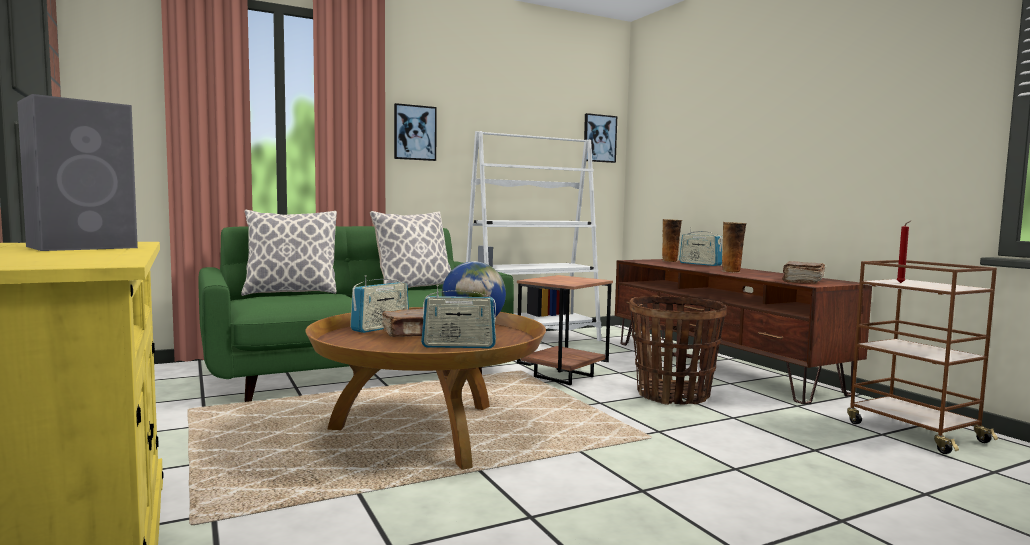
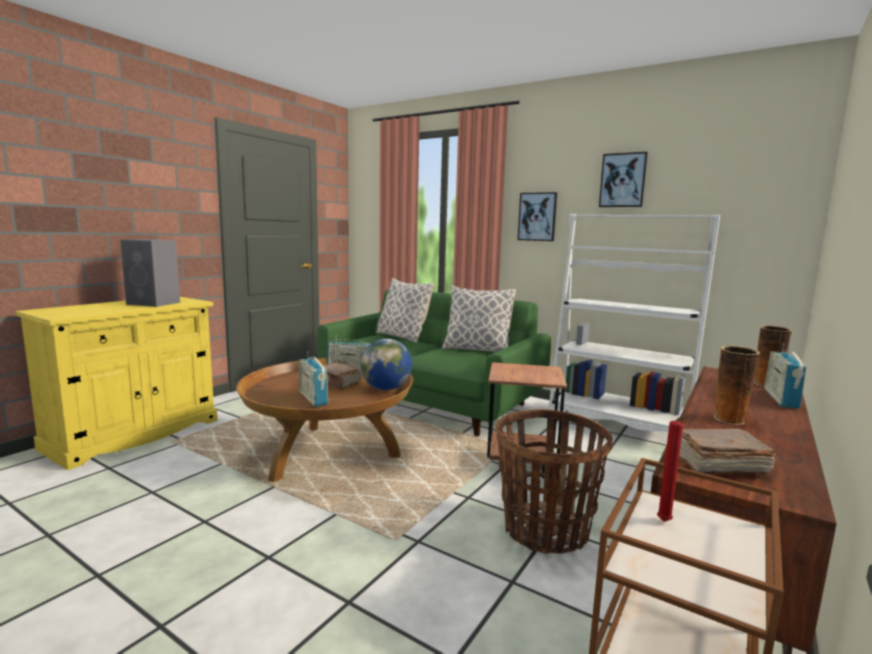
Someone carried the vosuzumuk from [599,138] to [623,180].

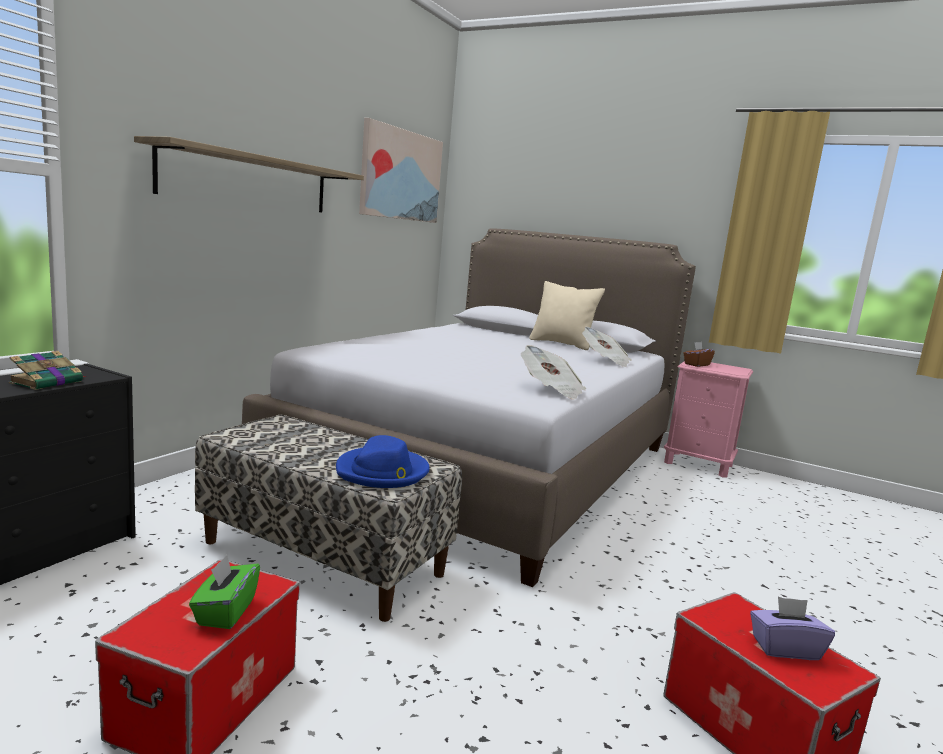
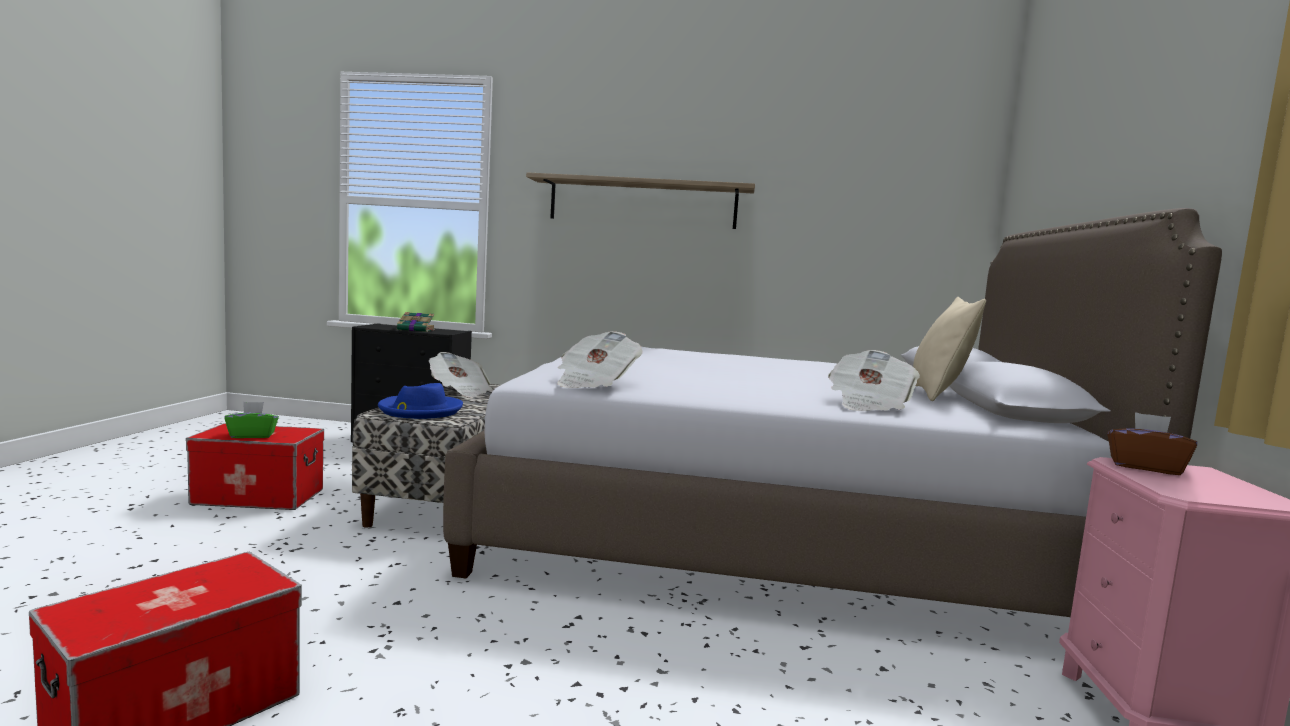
Someone took away the vosuzumuk at [401,175]. Someone took away the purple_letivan at [785,648]. Someone put down the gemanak at [460,392].

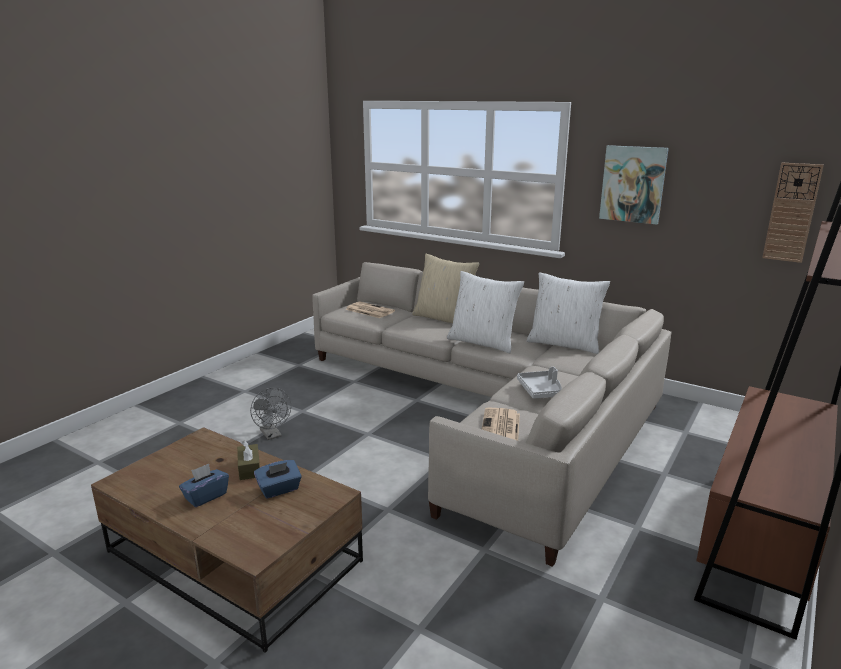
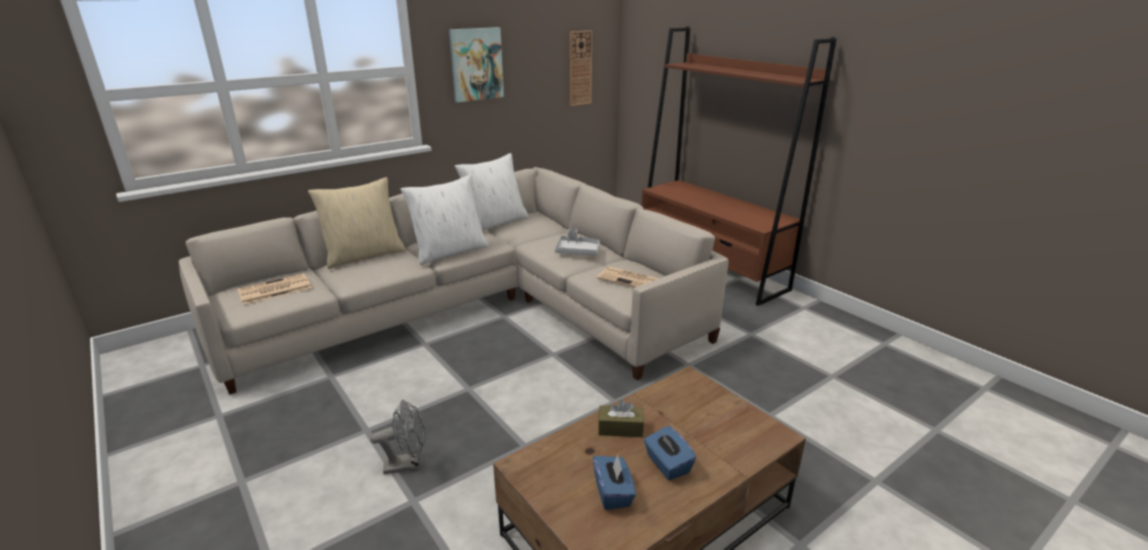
Someone carried the blue_letivan from [279,489] to [613,493].

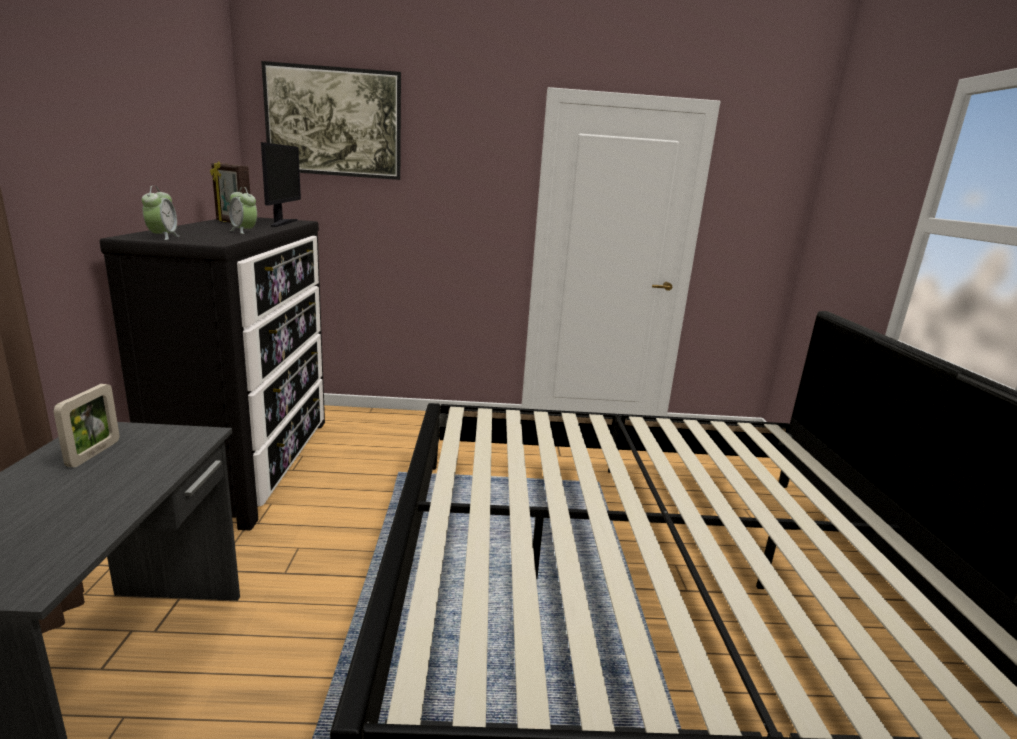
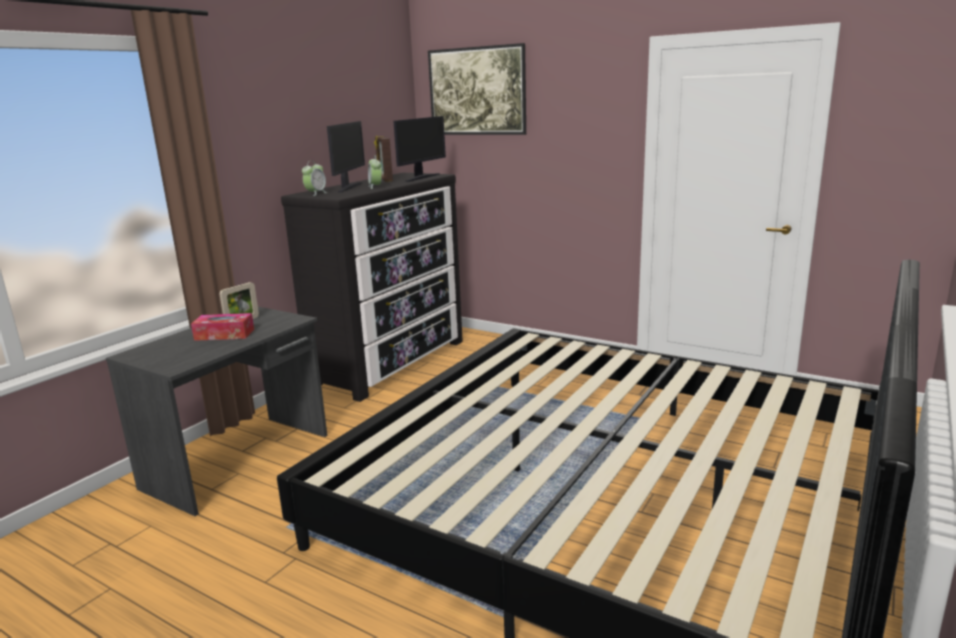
Someone put down the letivan at [224,334]. Someone put down the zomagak at [348,187].

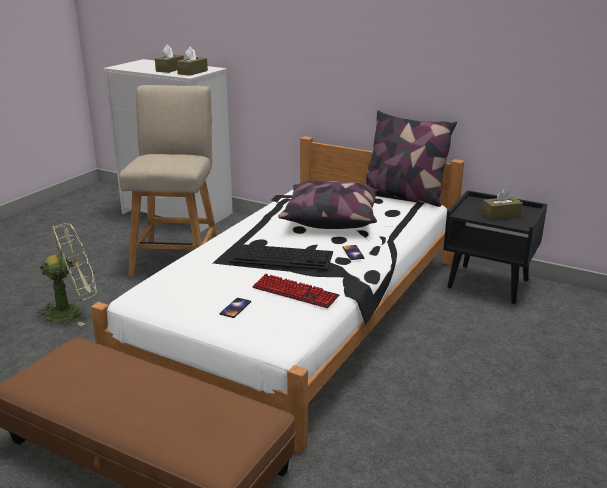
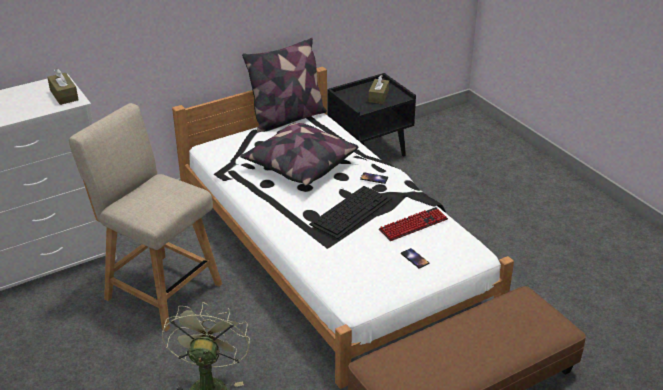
Someone took away the brown_letivan at [170,69].

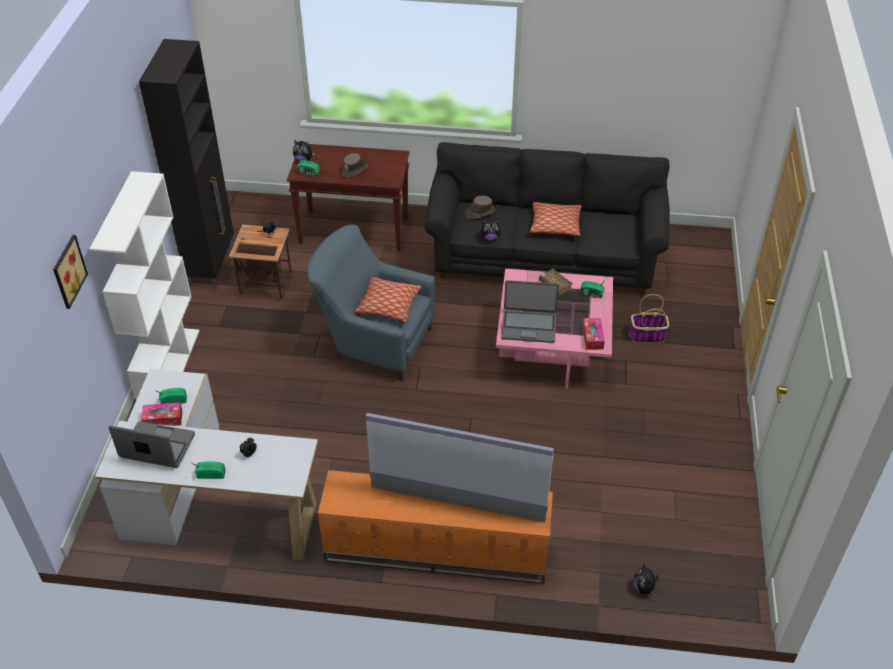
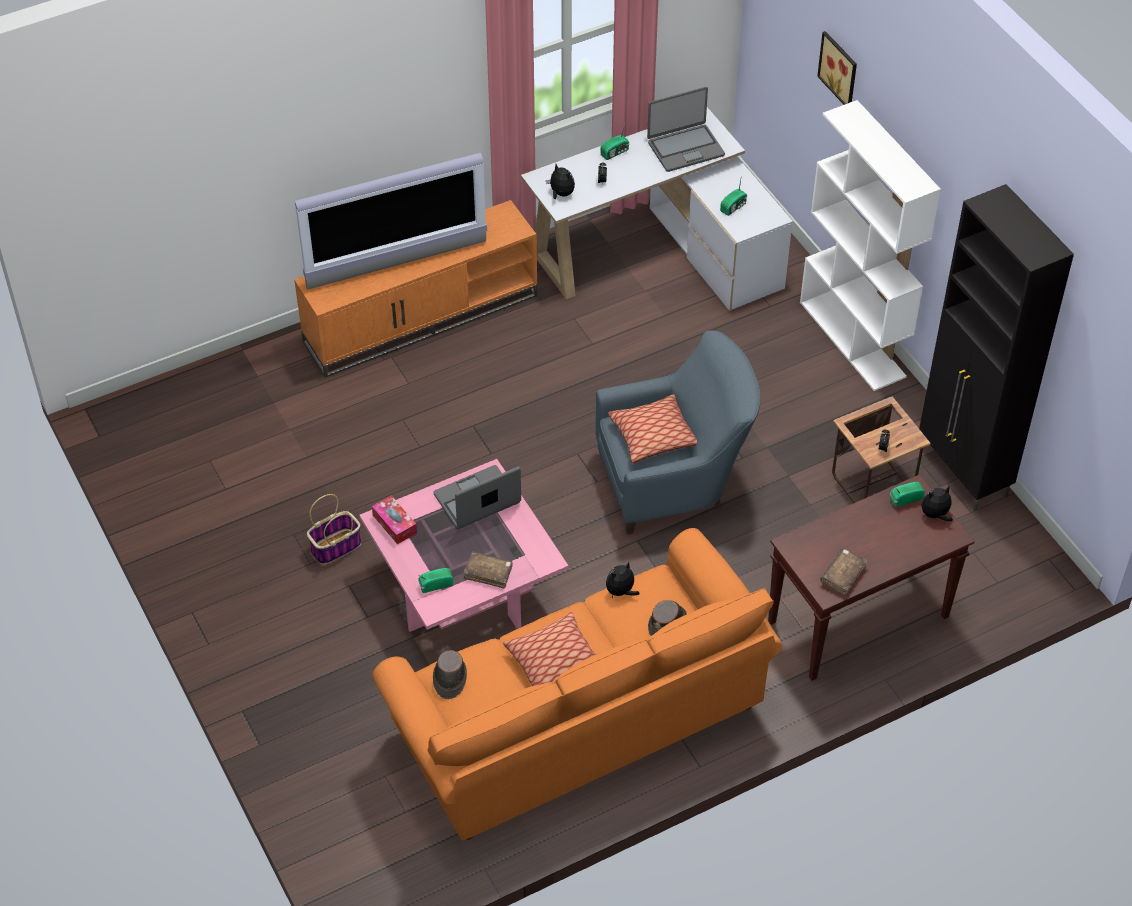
Someone took away the letivan at [163,419]. Someone put down the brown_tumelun at [843,575]. Someone carried the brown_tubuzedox from [355,170] to [449,679]. Someone carried the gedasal from [647,336] to [336,546]. Someone carried the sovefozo from [644,588] to [561,194]. Someone repainted the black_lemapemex at [544,257], which became the orange_lemapemex at [577,720].

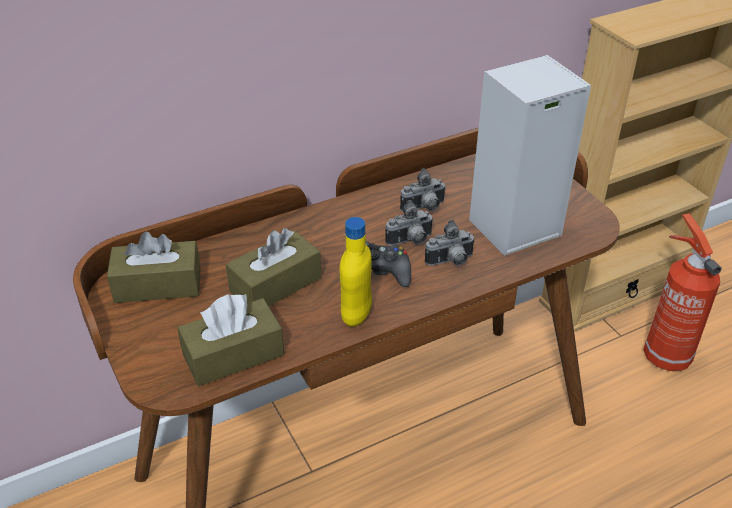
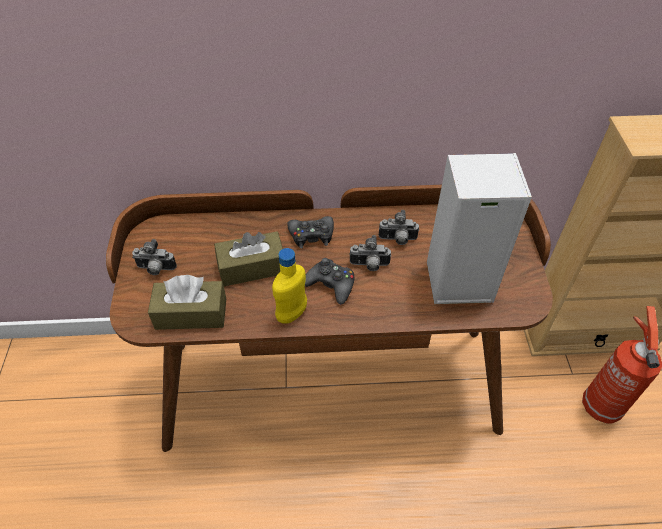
Someone took away the brown_letivan at [158,285]. Someone put down the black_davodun at [311,235]. Someone carried the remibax from [450,262] to [155,269].

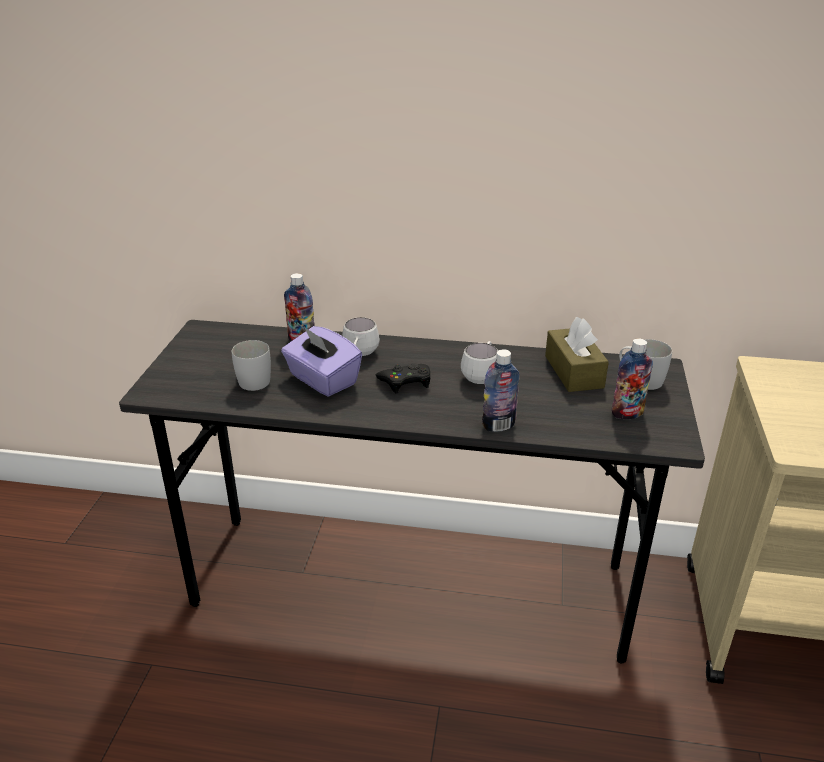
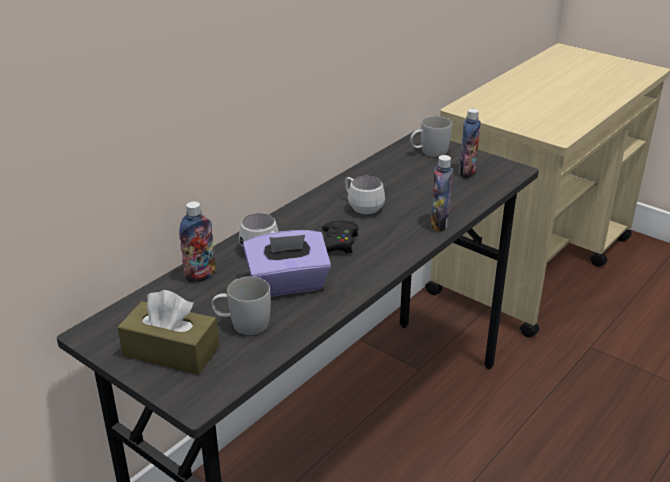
Someone carried the brown_letivan from [573,372] to [171,351].

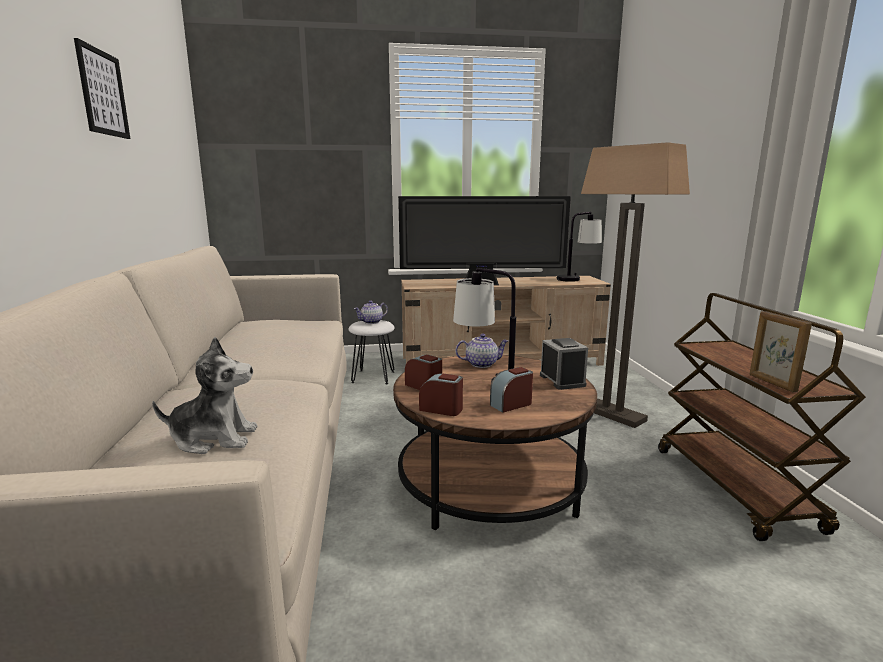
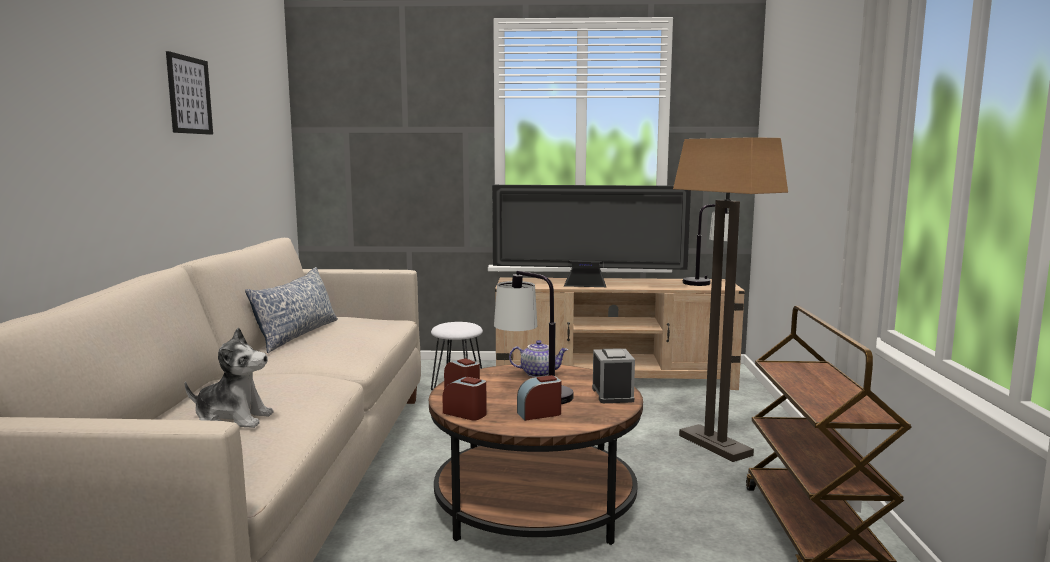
Someone took away the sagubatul at [371,322]. Someone took away the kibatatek at [772,383]. Someone put down the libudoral at [297,334].

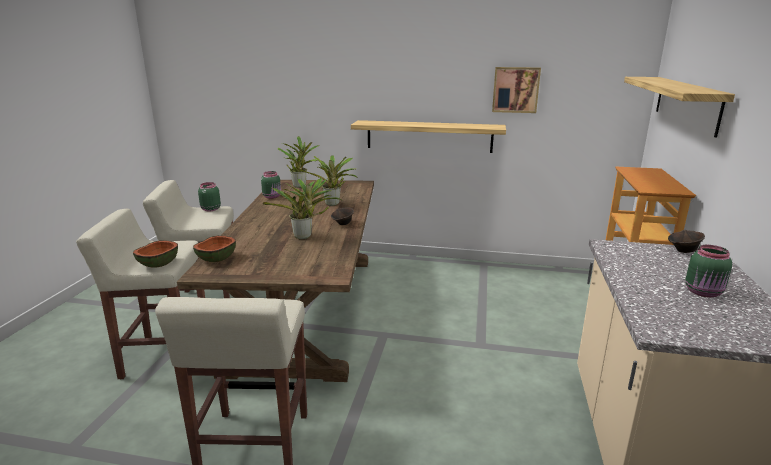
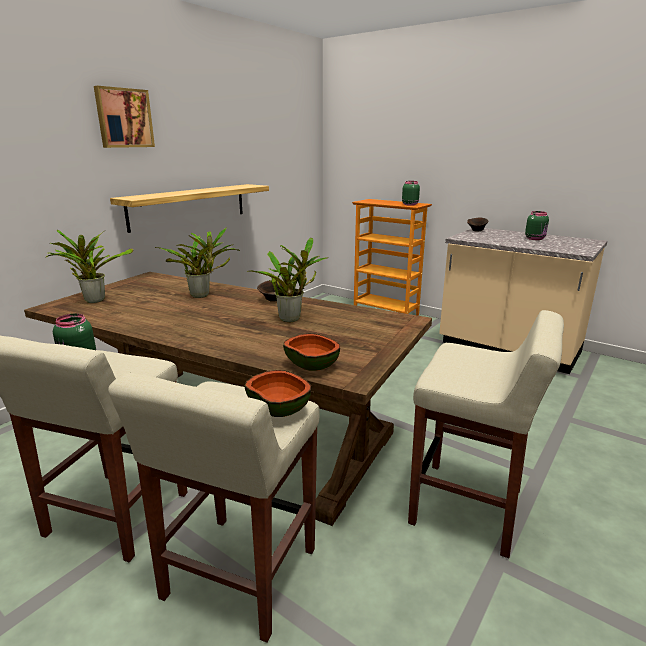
Someone took away the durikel at [686,103]. Someone carried the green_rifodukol from [272,197] to [410,204]. Someone carried the vosuzumuk from [515,89] to [124,118].

